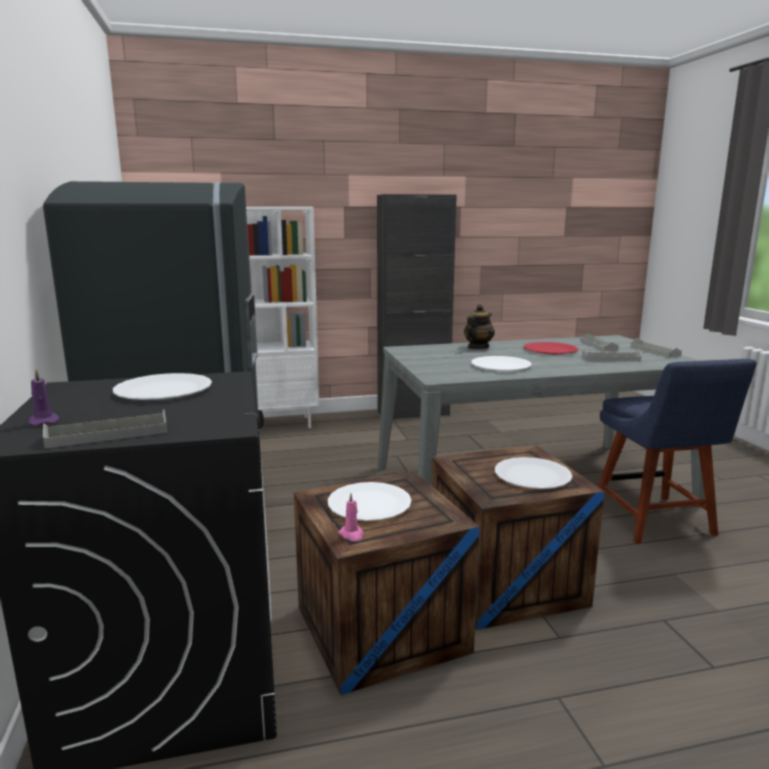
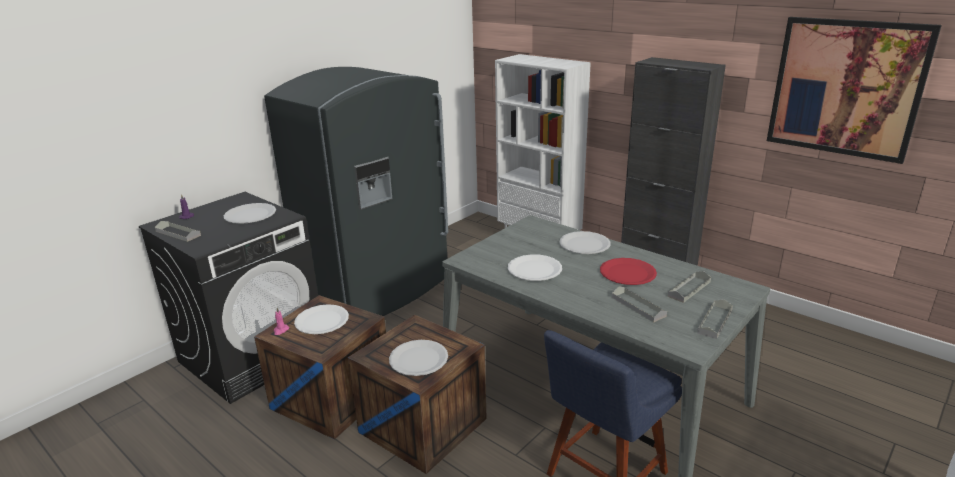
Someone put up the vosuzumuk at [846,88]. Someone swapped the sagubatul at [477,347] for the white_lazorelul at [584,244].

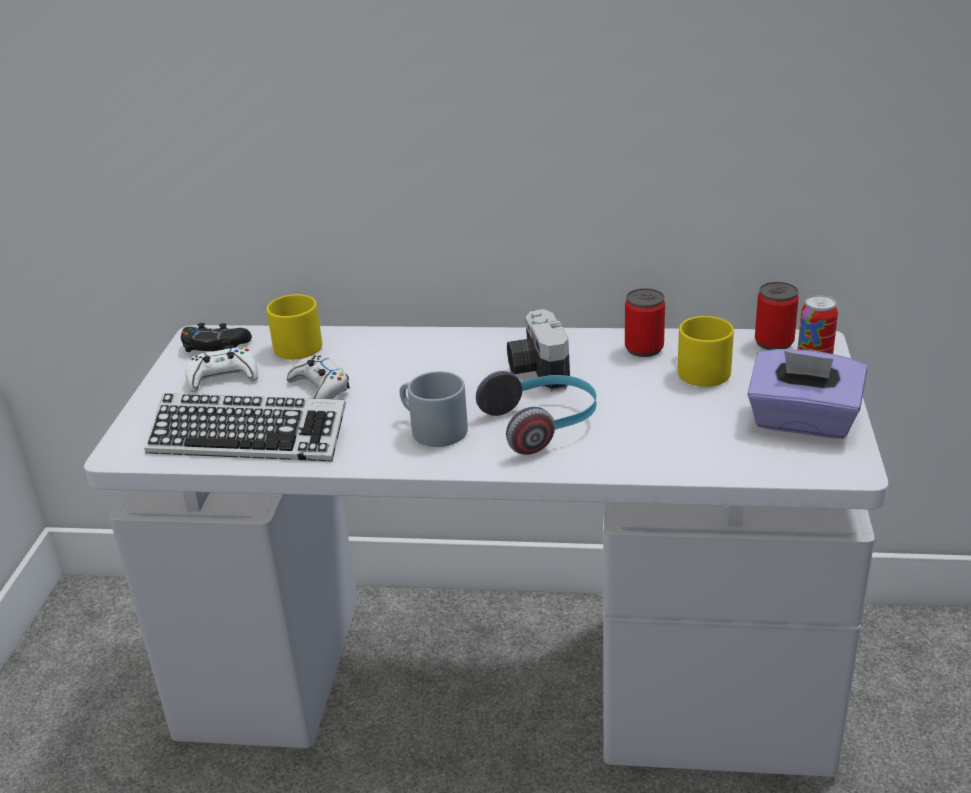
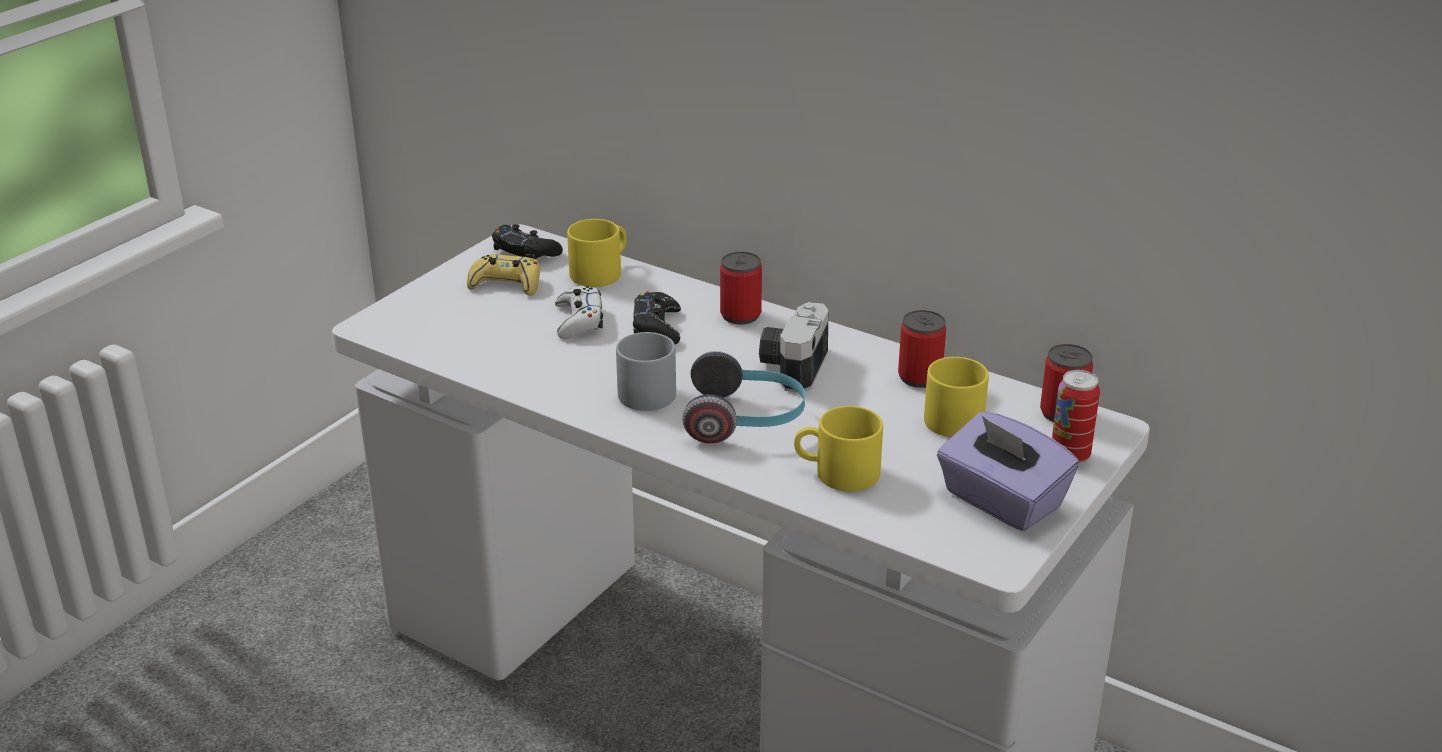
Someone took away the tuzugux at [248,438]. Someone put down the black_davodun at [657,327]. Someone put down the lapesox at [740,315]. Someone put down the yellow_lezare at [836,473]. Someone repainted the white_davodun at [223,378], which became the yellow_davodun at [506,284].

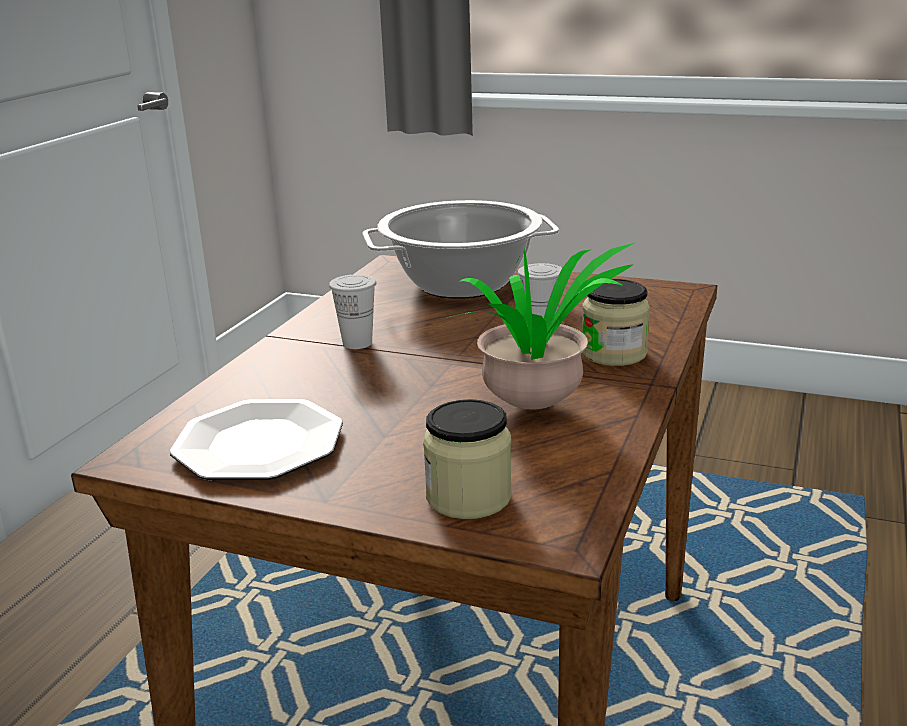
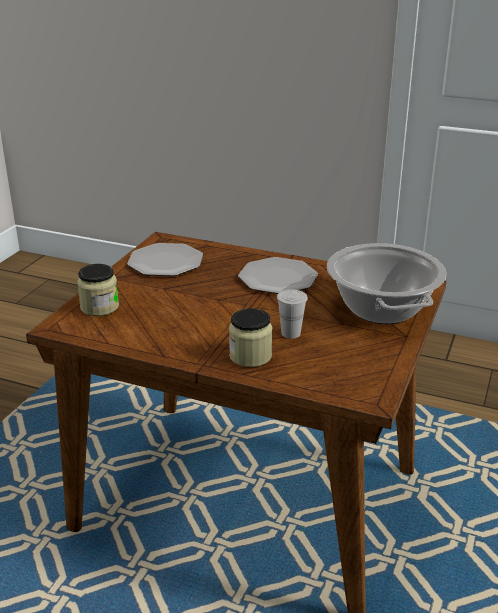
Someone took away the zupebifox at [539,408]. Someone swapped the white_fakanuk at [357,343] for the lazorelul at [278,278].

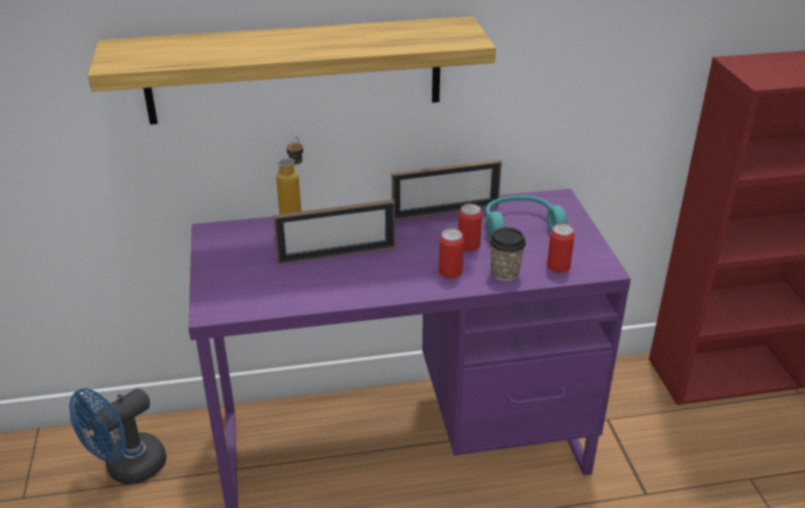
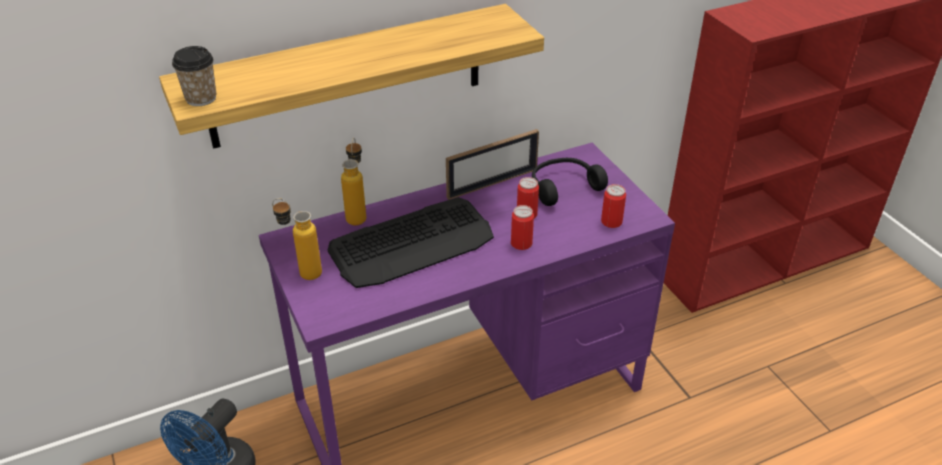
Someone put down the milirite at [302,272]. Someone carried the fakanuk from [505,273] to [201,98]. Someone swapped the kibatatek at [337,255] for the tuzugux at [412,244]. Someone repainted the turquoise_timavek at [520,225], which became the black_timavek at [563,187].

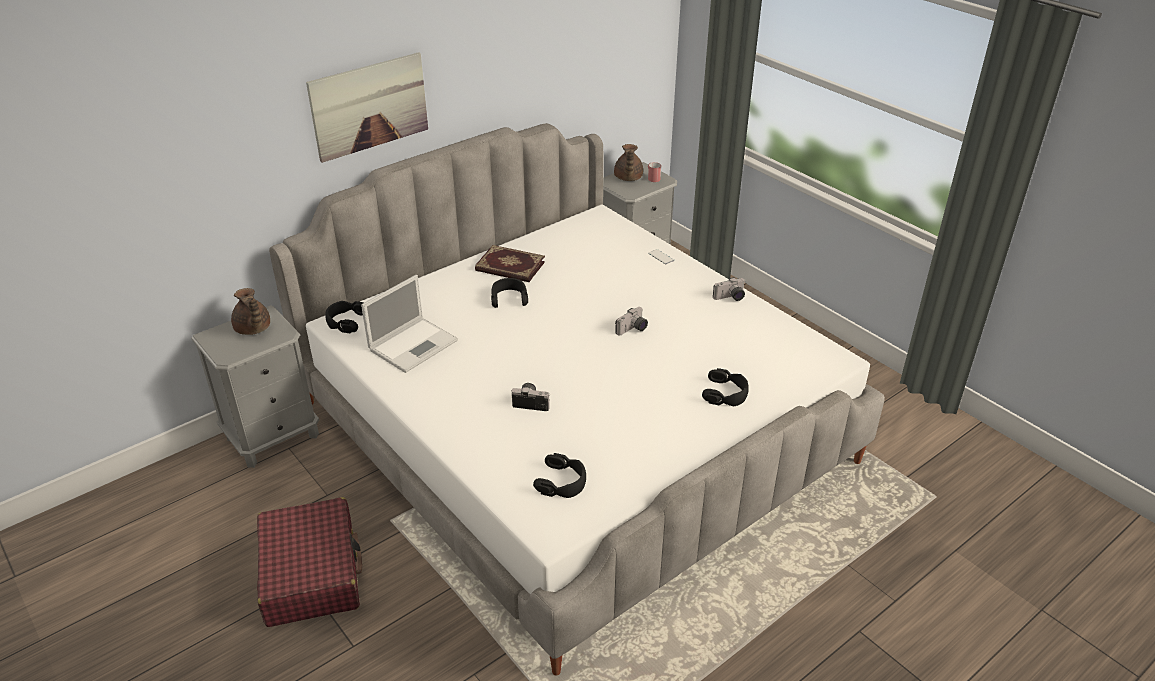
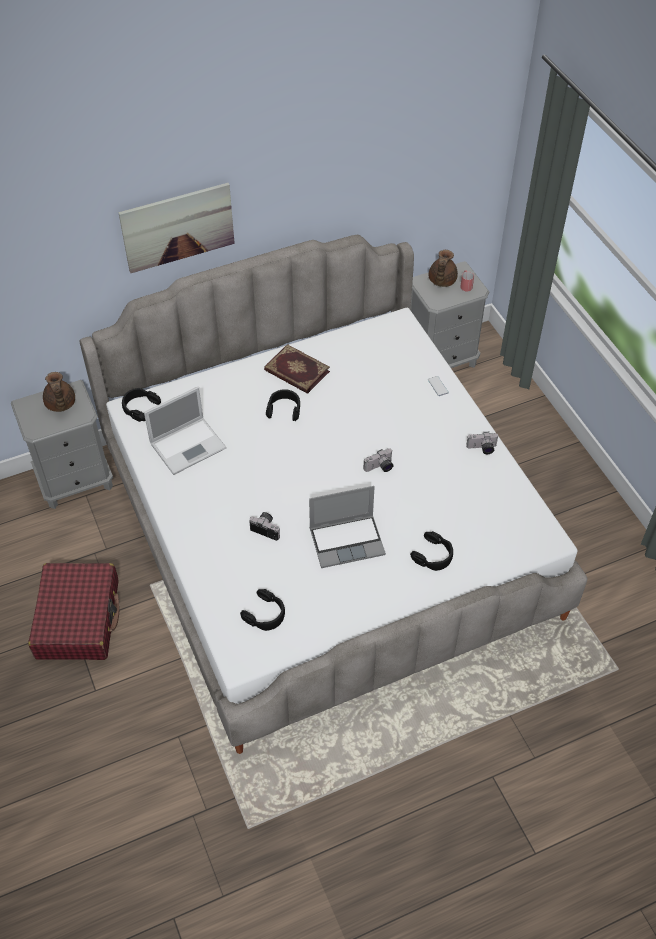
Someone put down the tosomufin at [347,541].

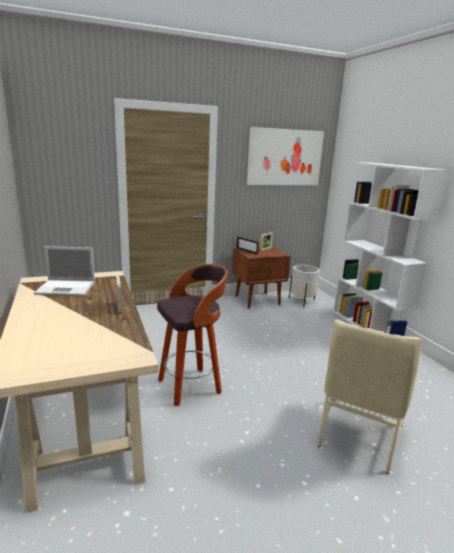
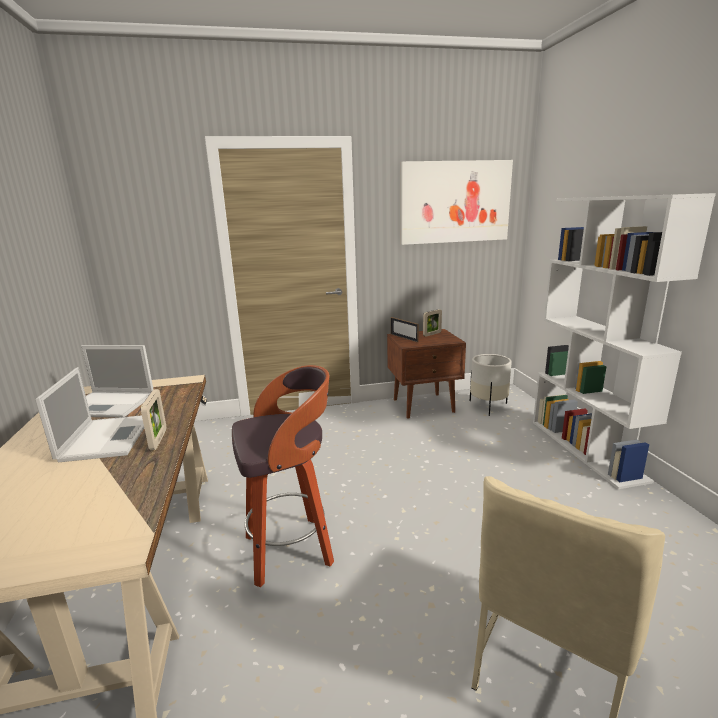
Someone put down the tosomufin at [107,437].

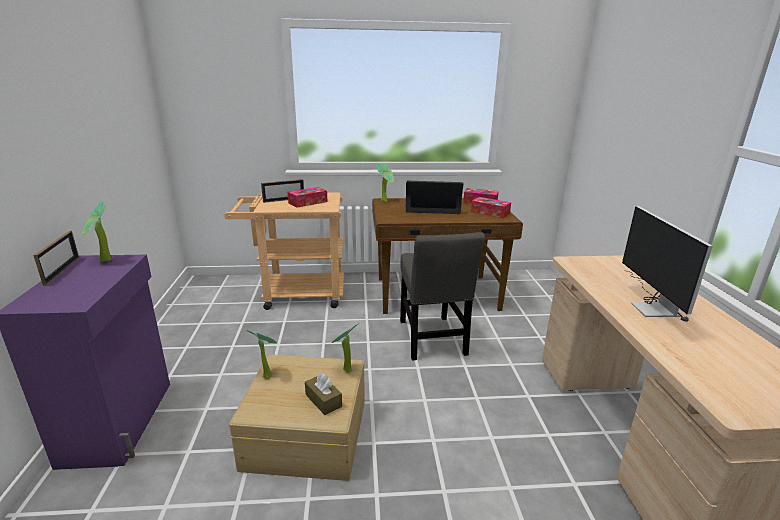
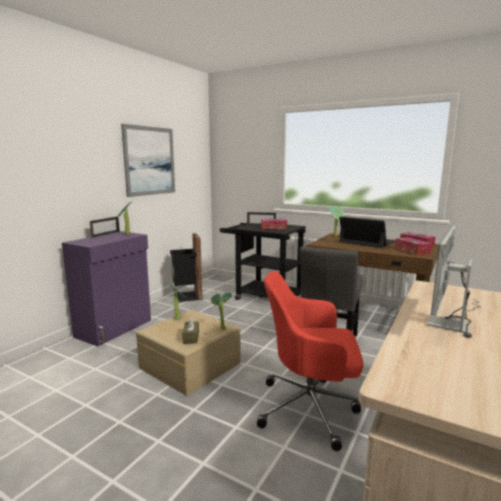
Someone put up the vosuzumuk at [150,161]. Someone put down the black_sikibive at [187,296]. Someone put down the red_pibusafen at [310,408]. Someone repainted the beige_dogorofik at [296,294], which became the black_dogorofik at [263,296].

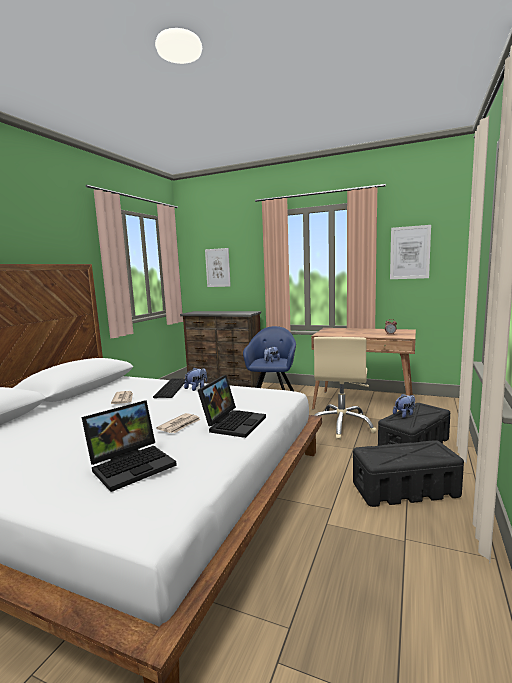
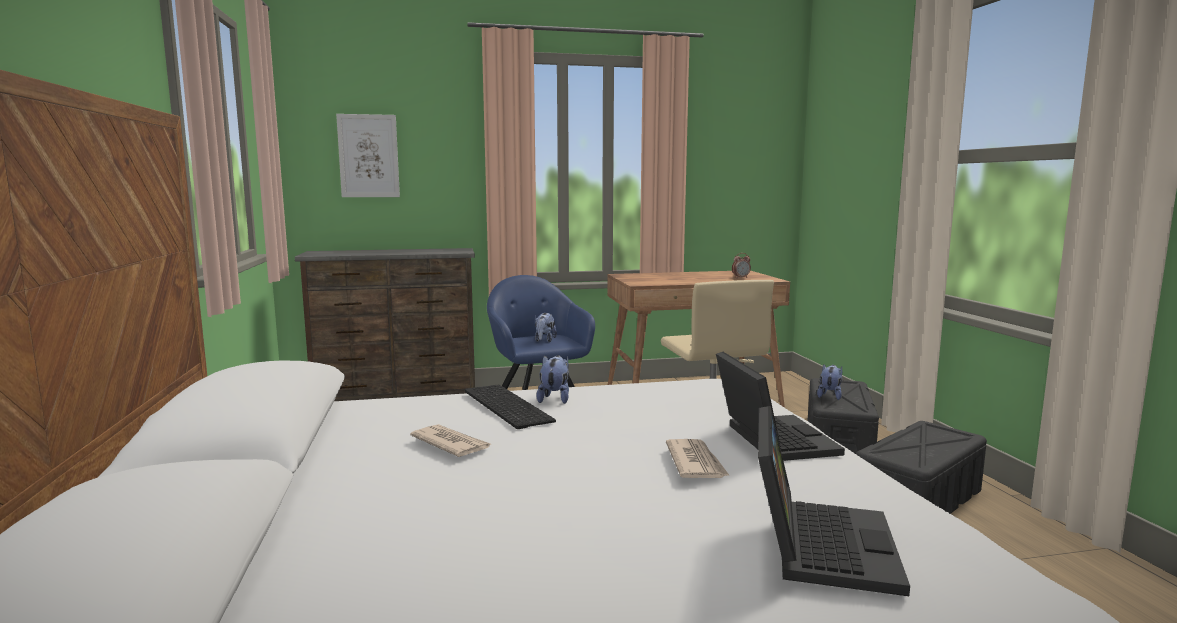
Someone took away the vosuzumuk at [410,252].

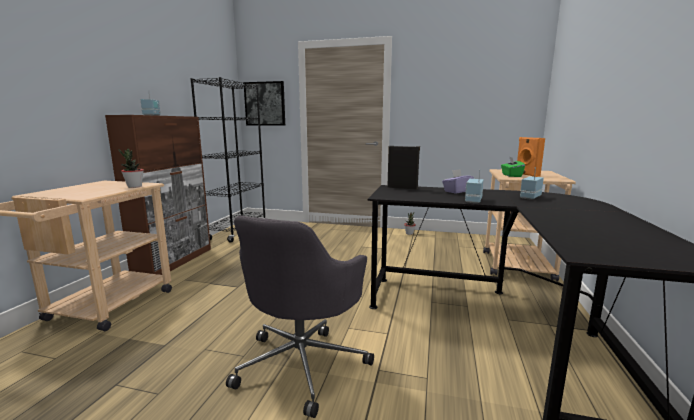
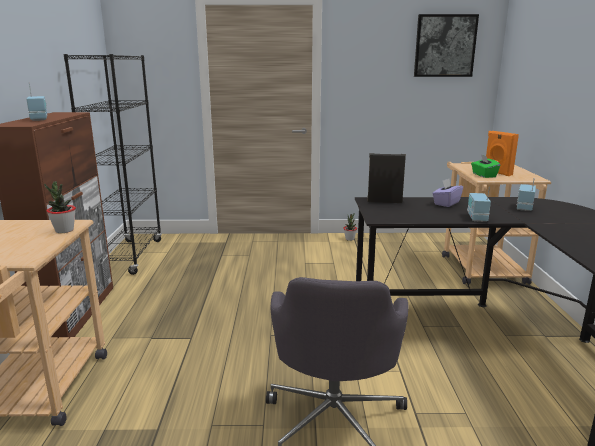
Someone carried the vosuzumuk from [265,104] to [445,46].

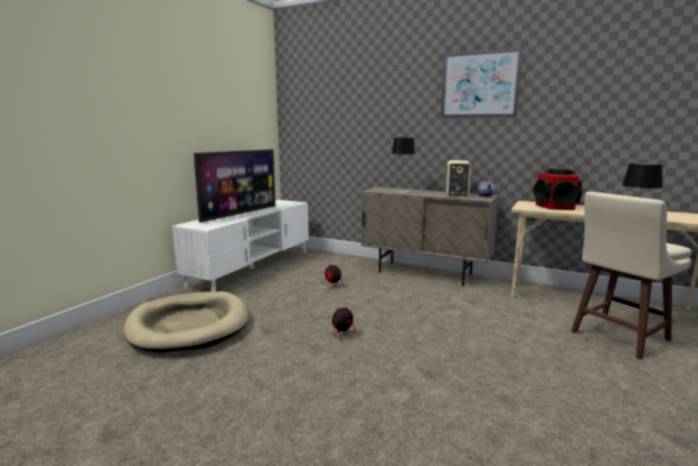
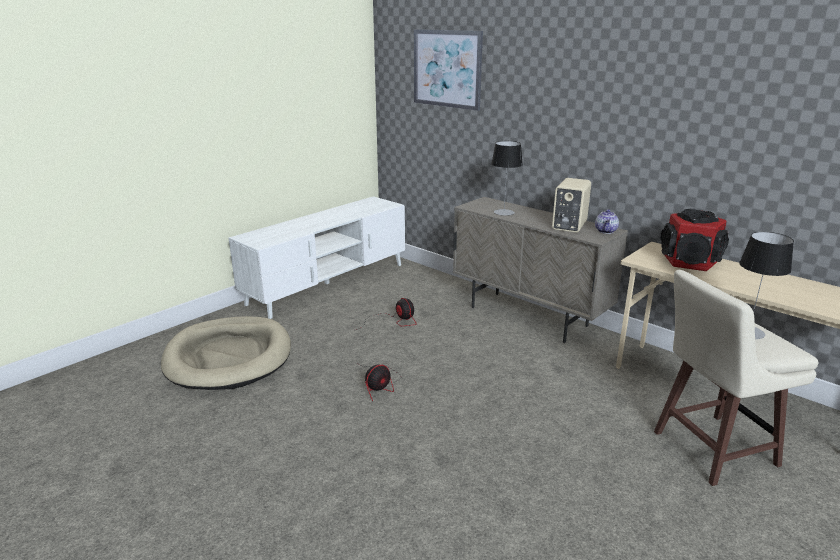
Someone took away the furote at [239,213]. Someone carried the vosuzumuk from [479,84] to [447,69].

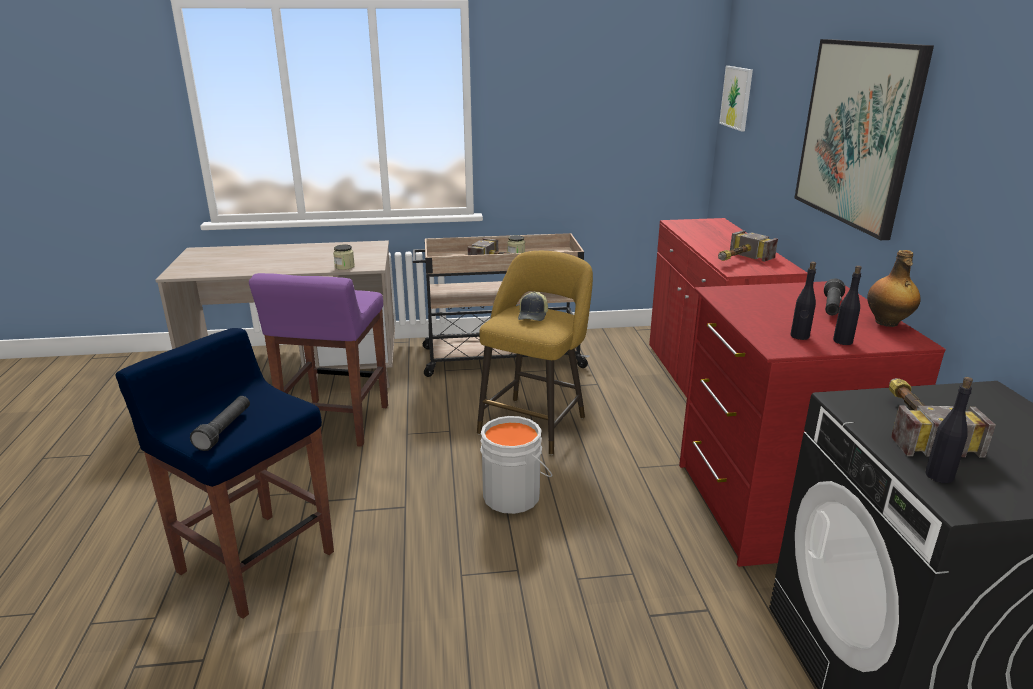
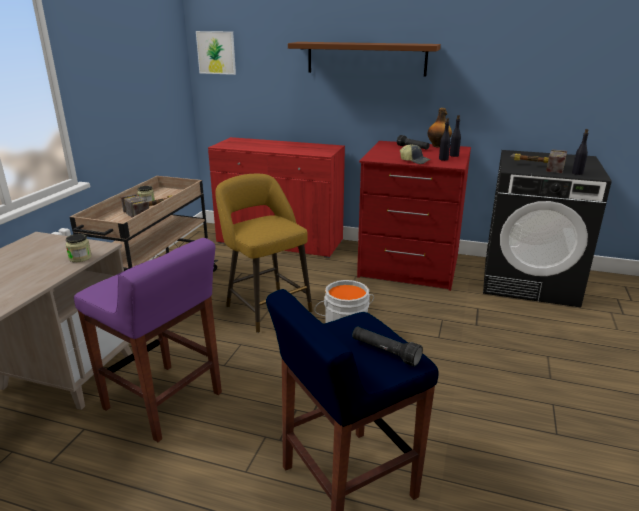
Someone took away the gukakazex at [738,260]. Someone carried the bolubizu from [533,315] to [415,161]. Someone swapped the vosuzumuk at [857,133] for the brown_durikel at [366,58].

